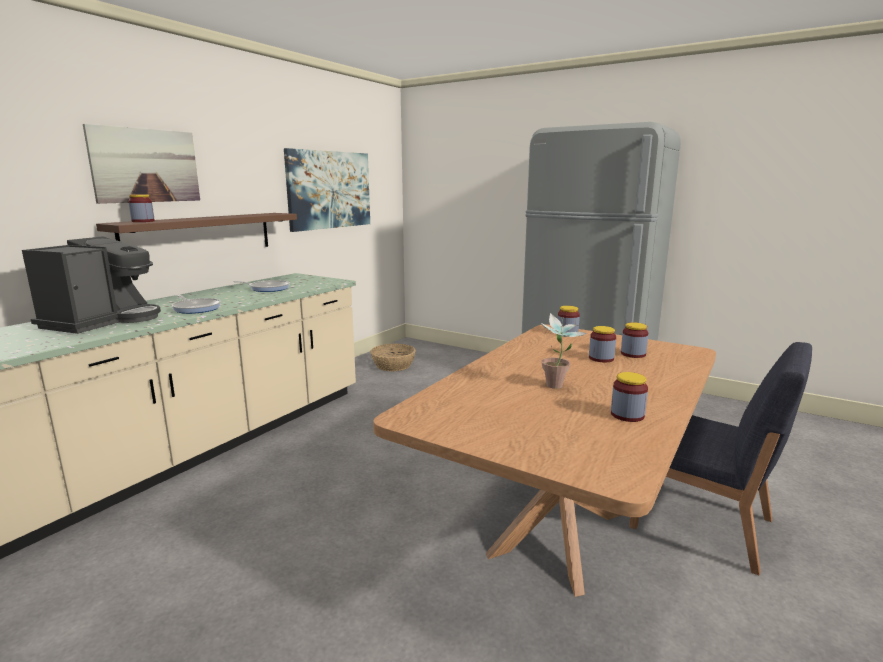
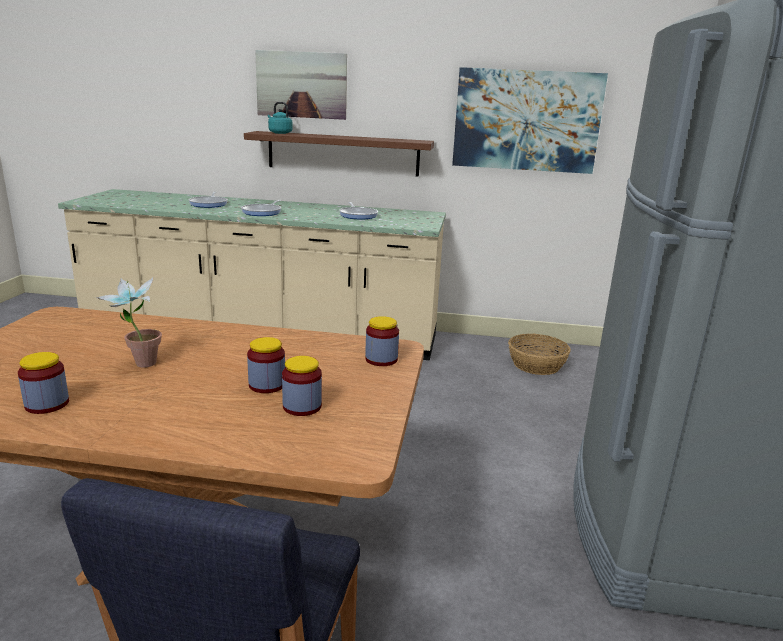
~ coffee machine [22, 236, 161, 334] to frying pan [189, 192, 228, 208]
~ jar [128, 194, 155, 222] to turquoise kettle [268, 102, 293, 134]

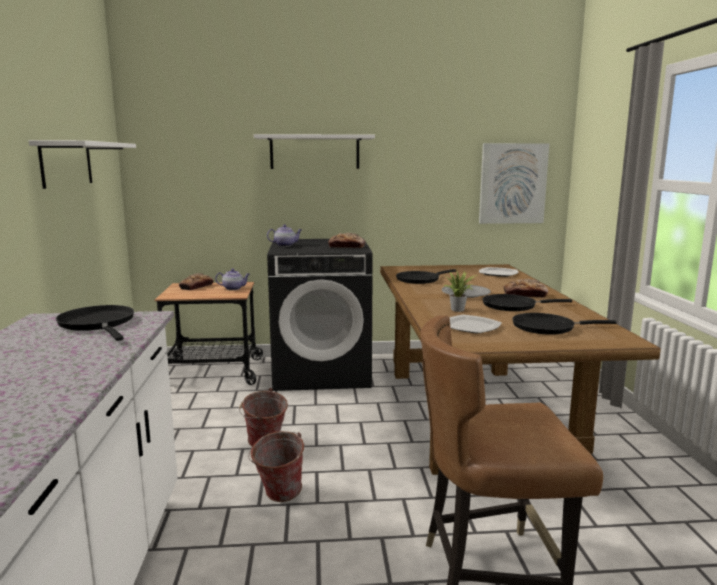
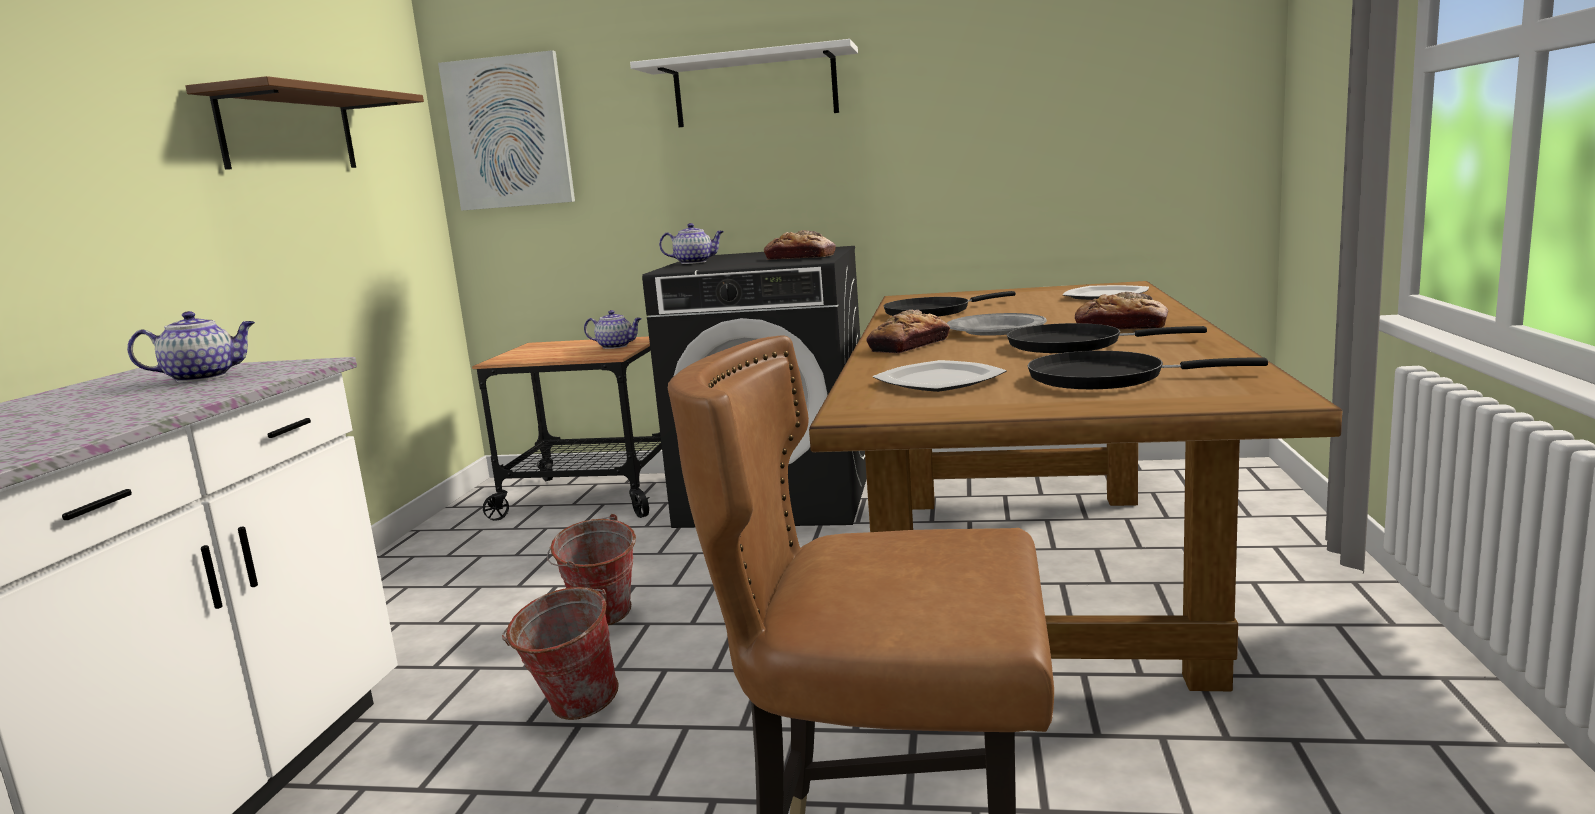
~ black frying pan [56, 305, 134, 341] to teapot [127, 311, 255, 382]
~ white shelf [29, 140, 136, 189] to brown shelf [185, 76, 424, 169]
~ picture [479, 143, 549, 224] to [438, 50, 575, 211]
~ bread [179, 273, 214, 290] to [866, 310, 950, 353]
- potted plant [442, 271, 477, 312]

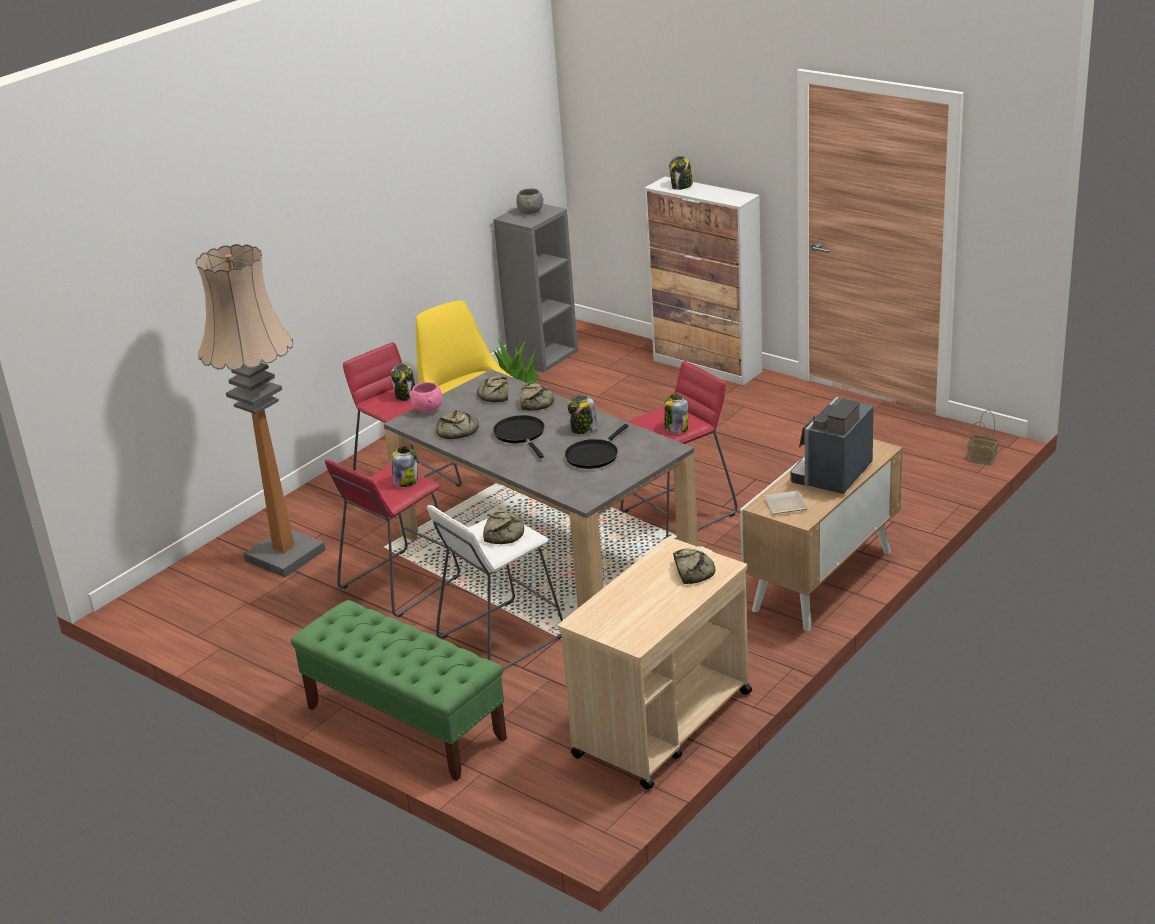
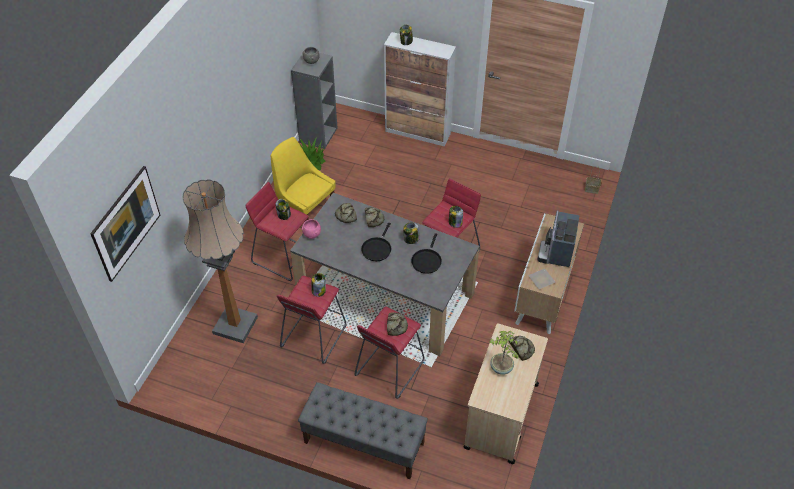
+ picture [90, 166, 160, 282]
~ green bench [291, 600, 507, 781] to grey bench [298, 382, 428, 479]
~ white stool [427, 505, 563, 669] to red stool [354, 306, 424, 399]
~ black frying pan [493, 415, 544, 458] = [361, 223, 391, 261] 120 degrees counterclockwise
+ potted plant [489, 331, 518, 375]
- bread [436, 410, 479, 439]

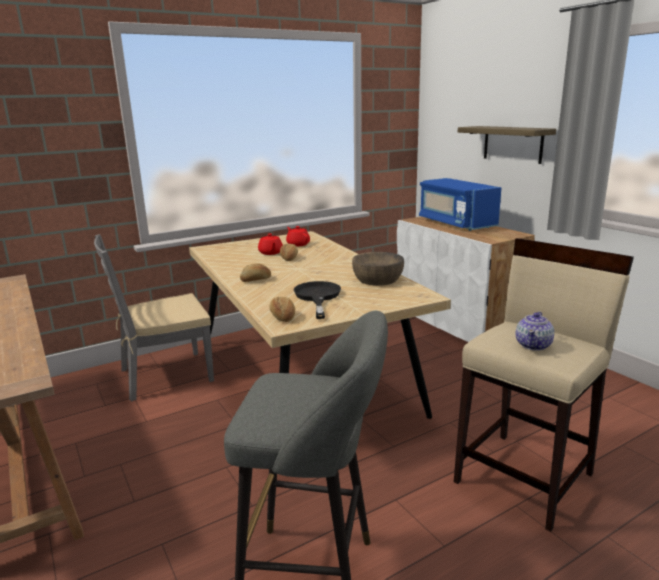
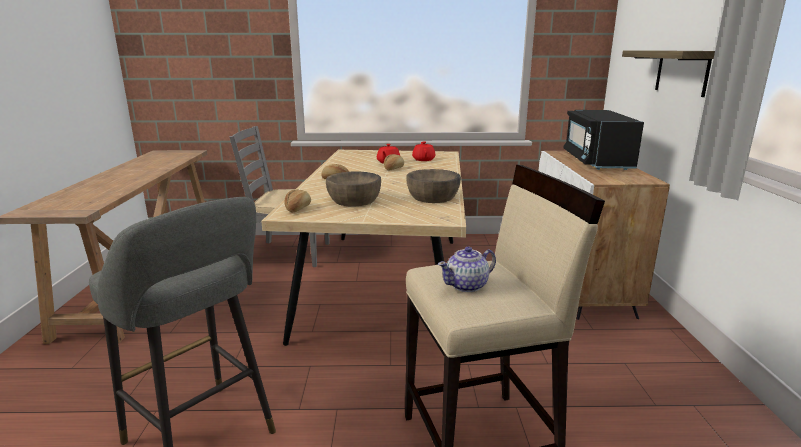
~ black frying pan [293, 281, 341, 319] to brown bowl [326, 172, 381, 206]
~ blue microwave [419, 178, 501, 231] to black microwave [563, 110, 644, 170]

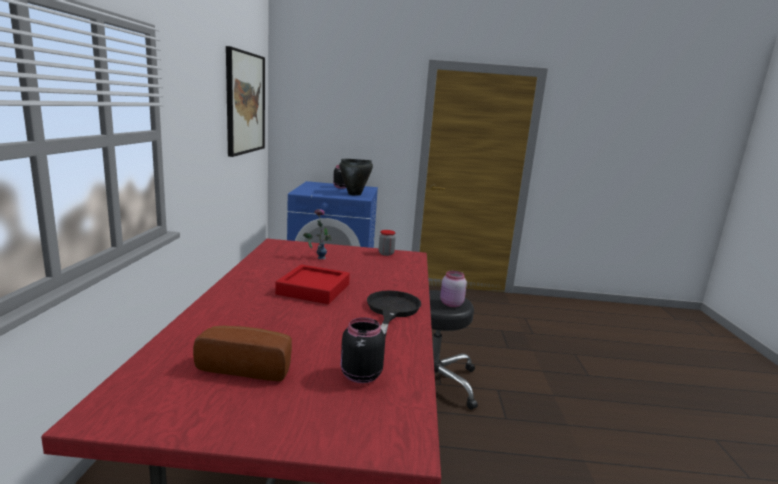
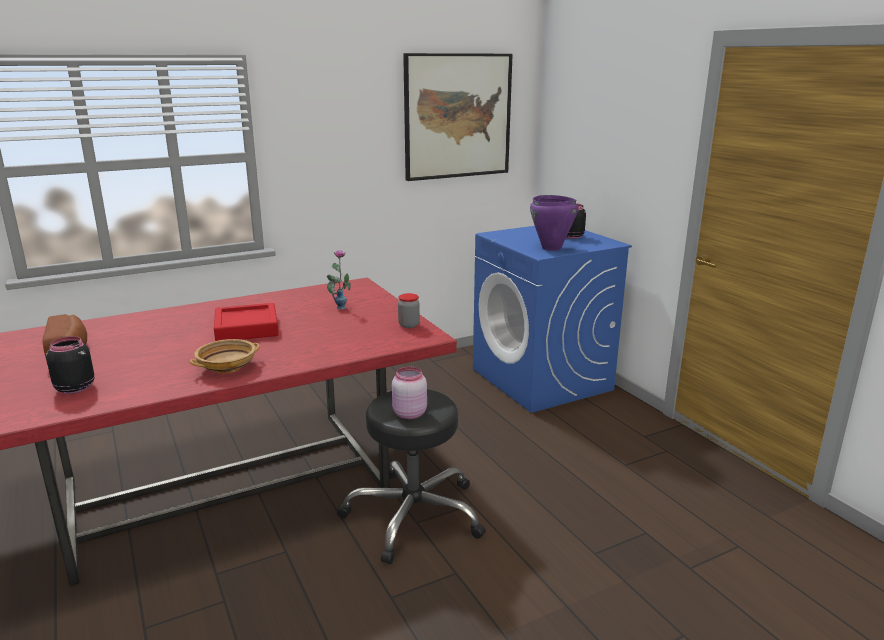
~ black frying pan [367, 290, 421, 338] to beige bowl [190, 339, 260, 373]
~ black cooking pot [339, 159, 373, 196] to purple cooking pot [530, 195, 578, 251]

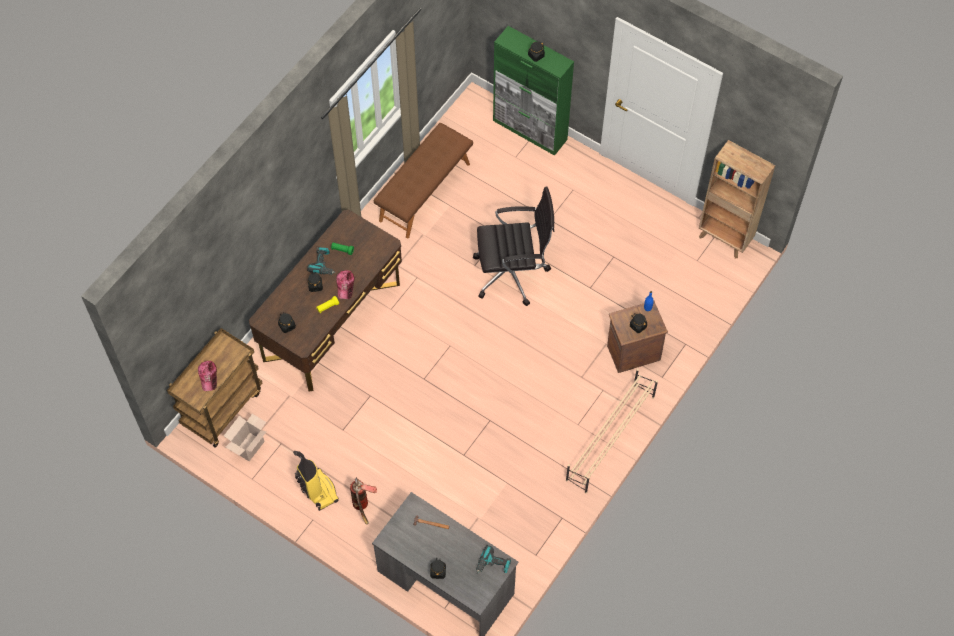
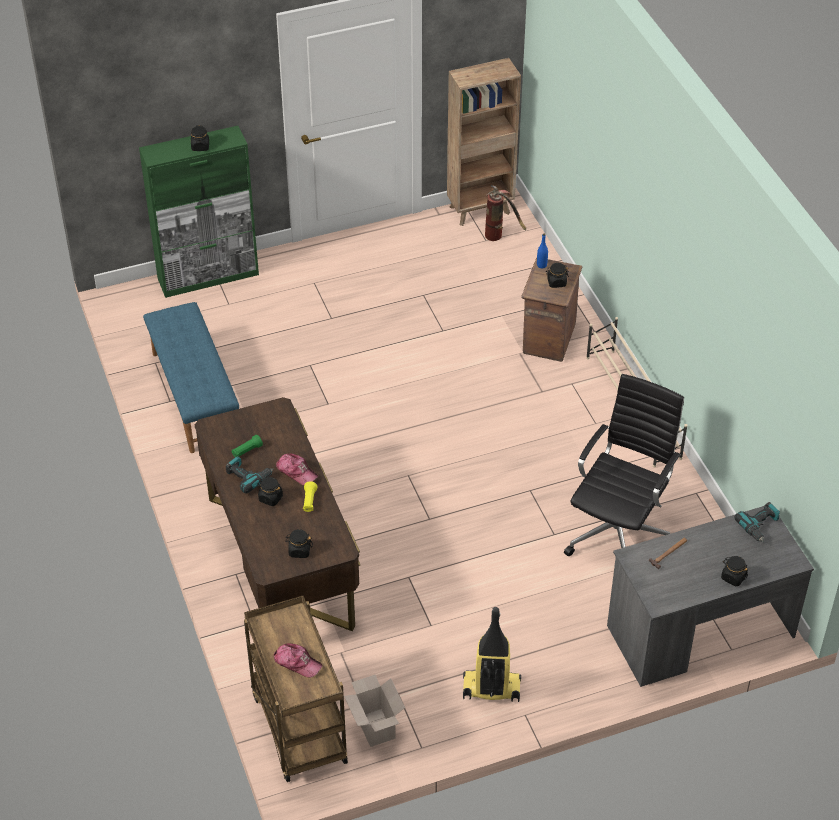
~ brown bench [374, 123, 473, 238] to blue bench [143, 302, 239, 453]
~ fire extinguisher [350, 477, 377, 525] to [485, 185, 526, 241]
~ black office chair [473, 186, 554, 306] to [564, 374, 684, 557]

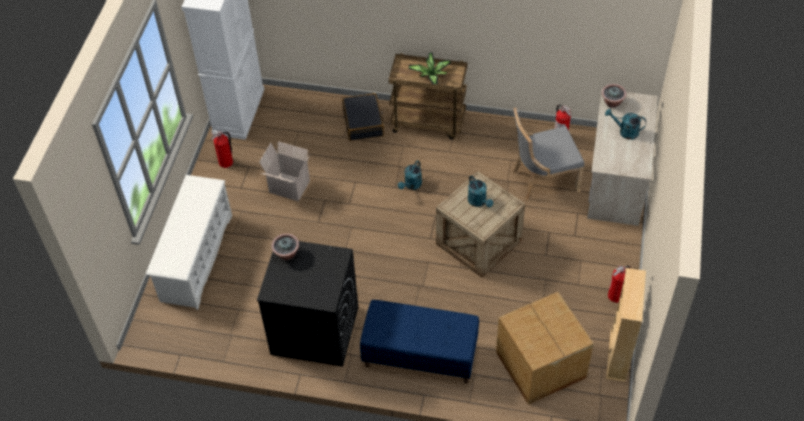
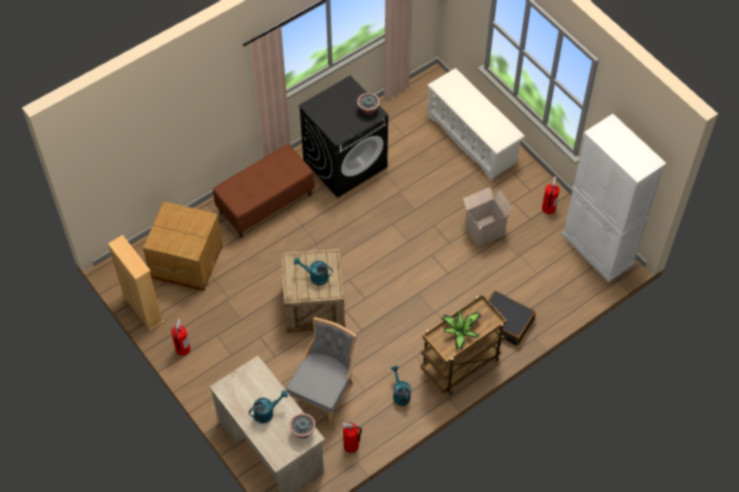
~ blue bench [360, 300, 479, 383] to brown bench [213, 144, 315, 238]
~ turquoise watering can [398, 160, 422, 190] to [391, 366, 411, 406]

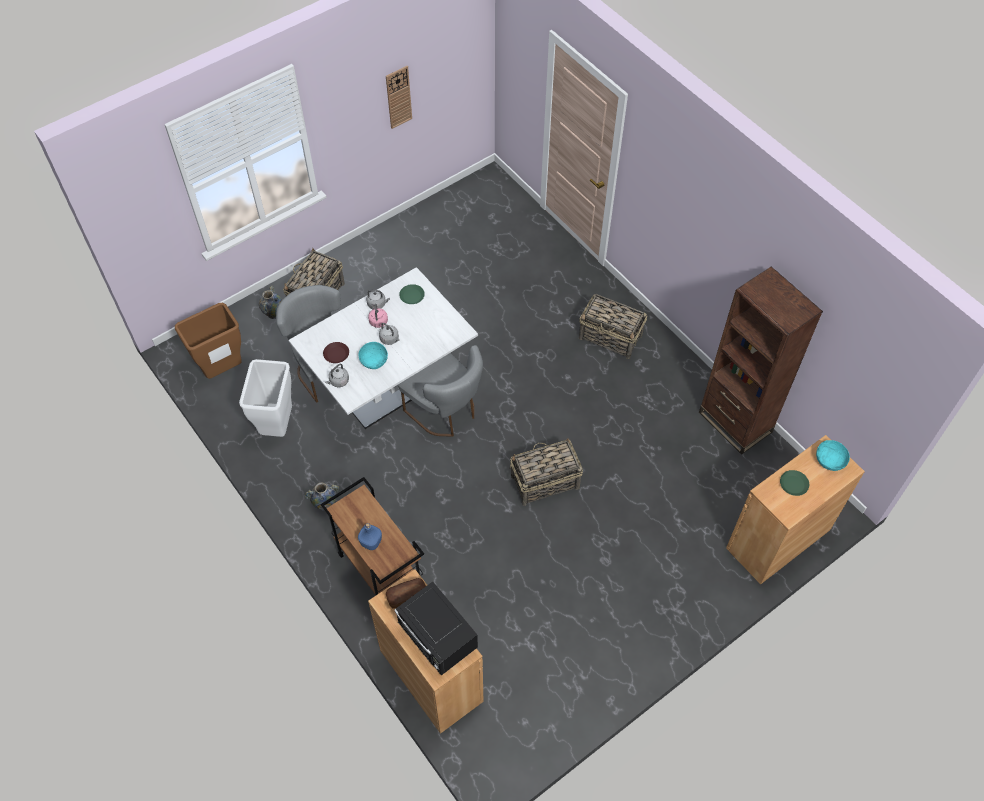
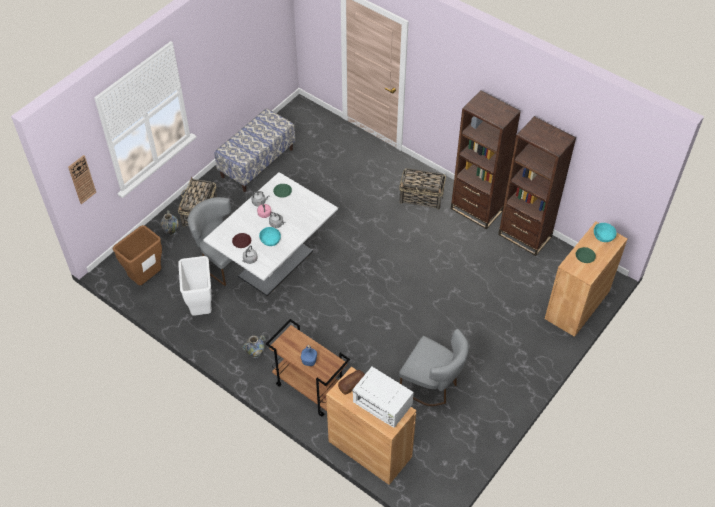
~ wall clock [386, 66, 412, 129] to [68, 155, 96, 204]
+ bench [214, 108, 295, 192]
~ black microwave [395, 582, 478, 675] to white microwave [352, 367, 414, 428]
~ grey chair [398, 345, 483, 436] to [399, 329, 469, 406]
+ brown bookcase [451, 90, 521, 229]
- basket [510, 438, 583, 506]

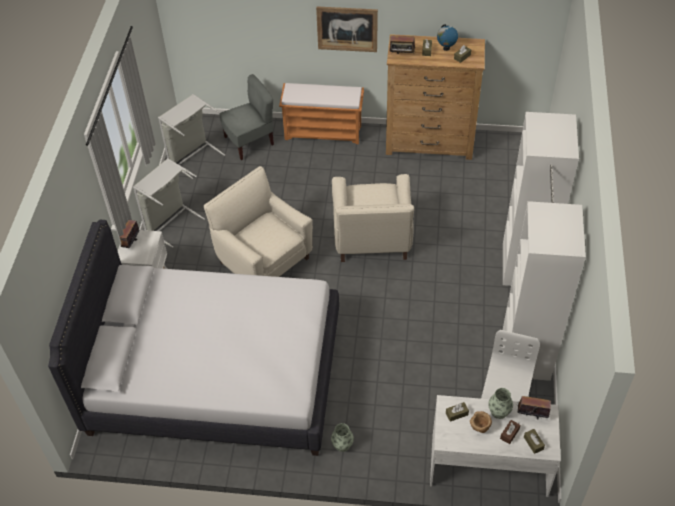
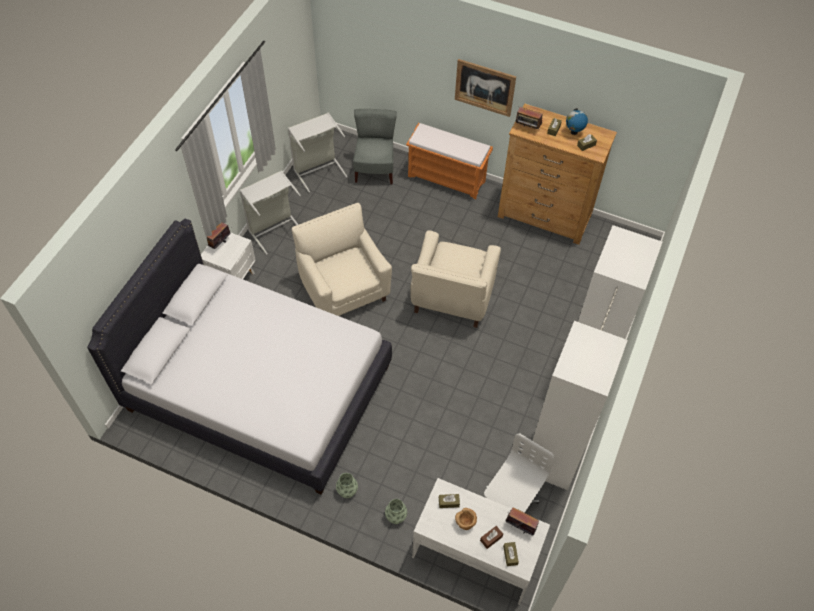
~ grey chair [220, 74, 274, 160] = [353, 109, 397, 184] 75 degrees counterclockwise
~ vase [488, 388, 513, 419] to [385, 499, 407, 524]

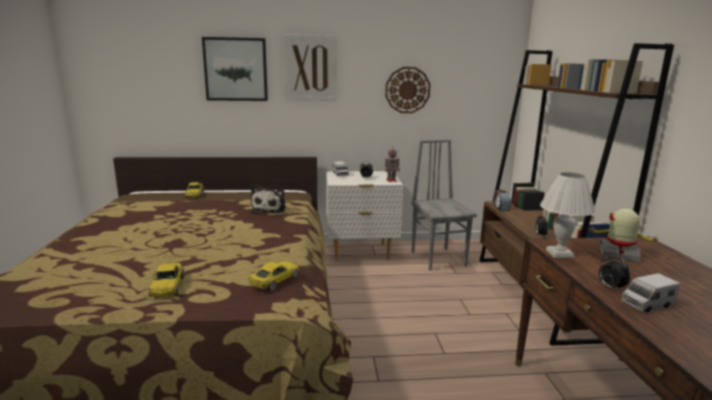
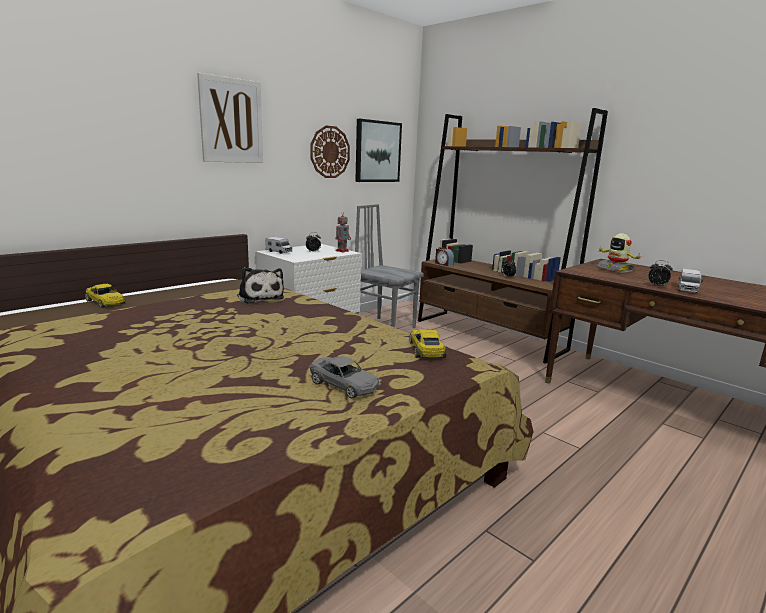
~ yellow toy car [149, 262, 185, 297] to grey toy car [310, 356, 379, 399]
~ picture [202, 37, 268, 101] to [355, 119, 402, 182]
~ toy robot [587, 209, 661, 262] = [597, 233, 643, 273] 105 degrees counterclockwise
- white table lamp [540, 172, 596, 258]

